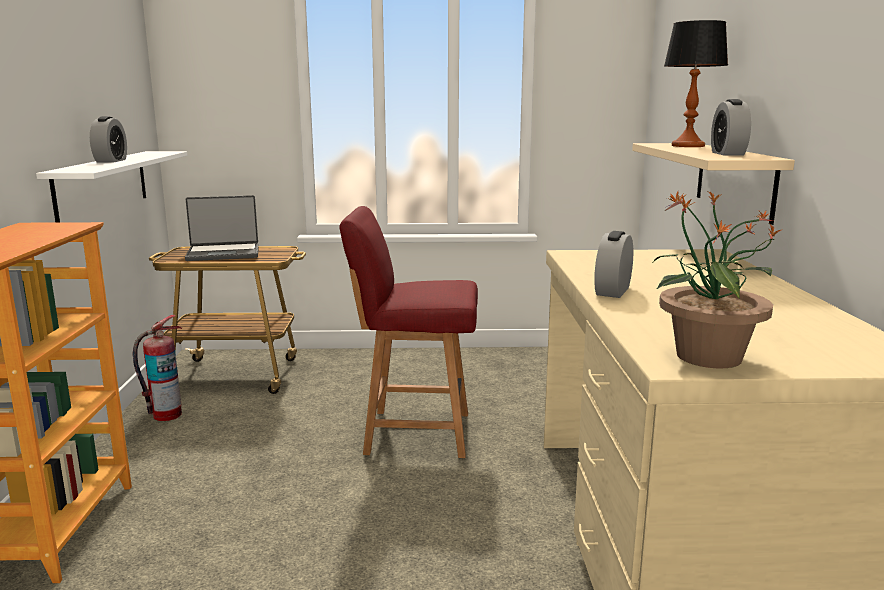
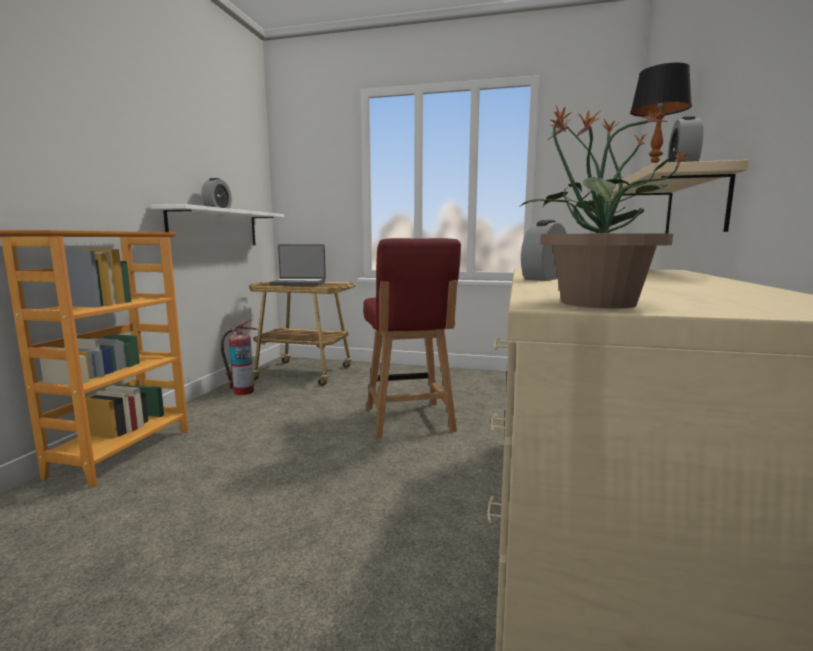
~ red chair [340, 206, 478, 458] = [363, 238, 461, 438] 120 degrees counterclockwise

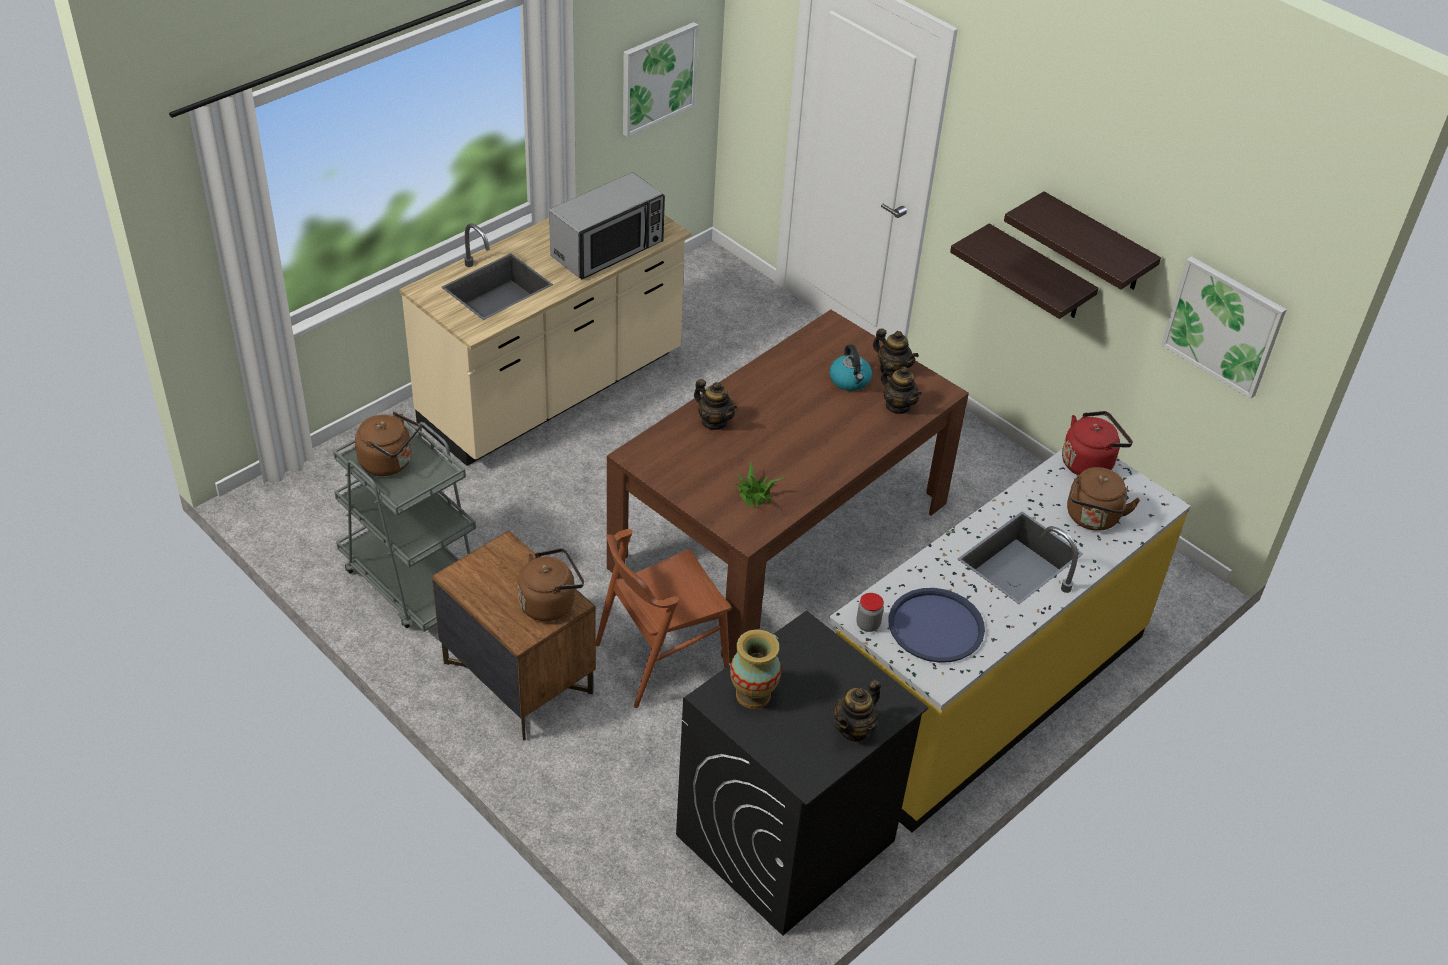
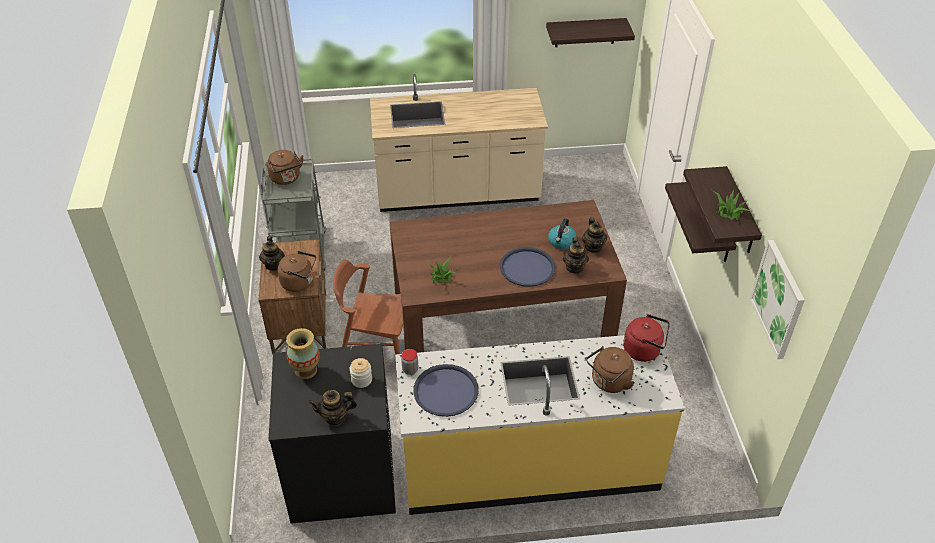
~ teapot [694, 379, 738, 430] to [259, 236, 285, 271]
+ jar [350, 358, 372, 388]
+ blue tray [500, 247, 556, 287]
~ picture [623, 22, 698, 137] to shelf [546, 18, 635, 47]
+ potted plant [712, 189, 751, 220]
- microwave [549, 173, 665, 279]

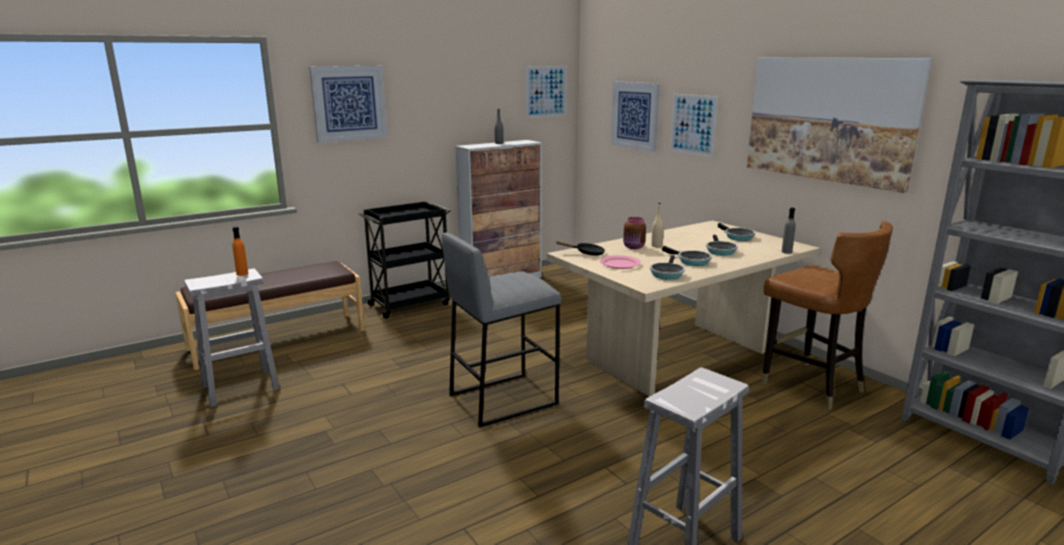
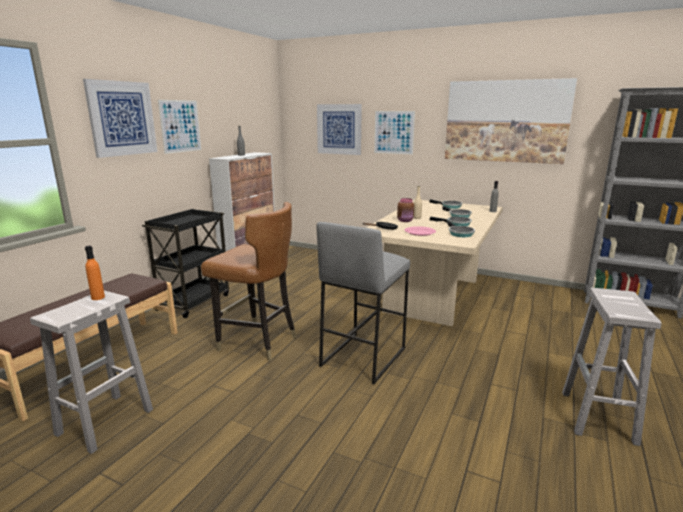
~ picture [526, 66, 567, 118] to [158, 100, 201, 154]
~ brown chair [762, 221, 893, 410] to [201, 202, 296, 361]

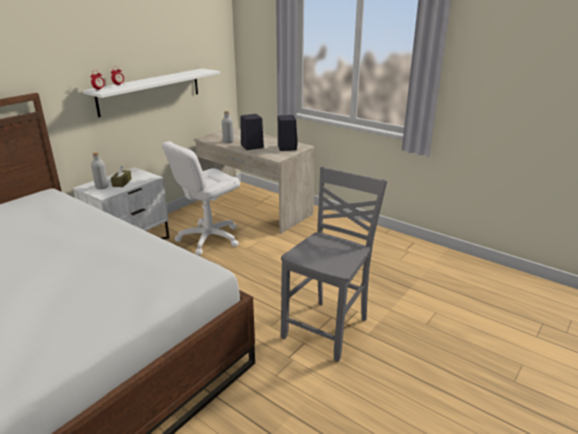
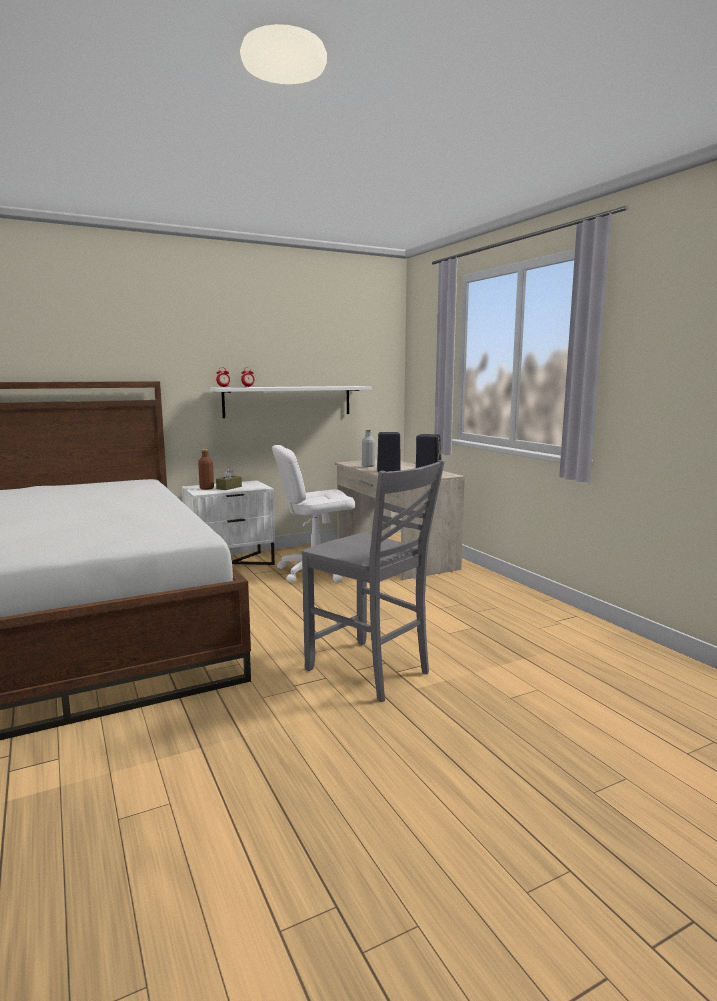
~ grey bottle [91, 152, 109, 189] to brown bottle [198, 449, 214, 490]
~ grey chair [281, 166, 387, 362] = [301, 460, 445, 702] 75 degrees clockwise

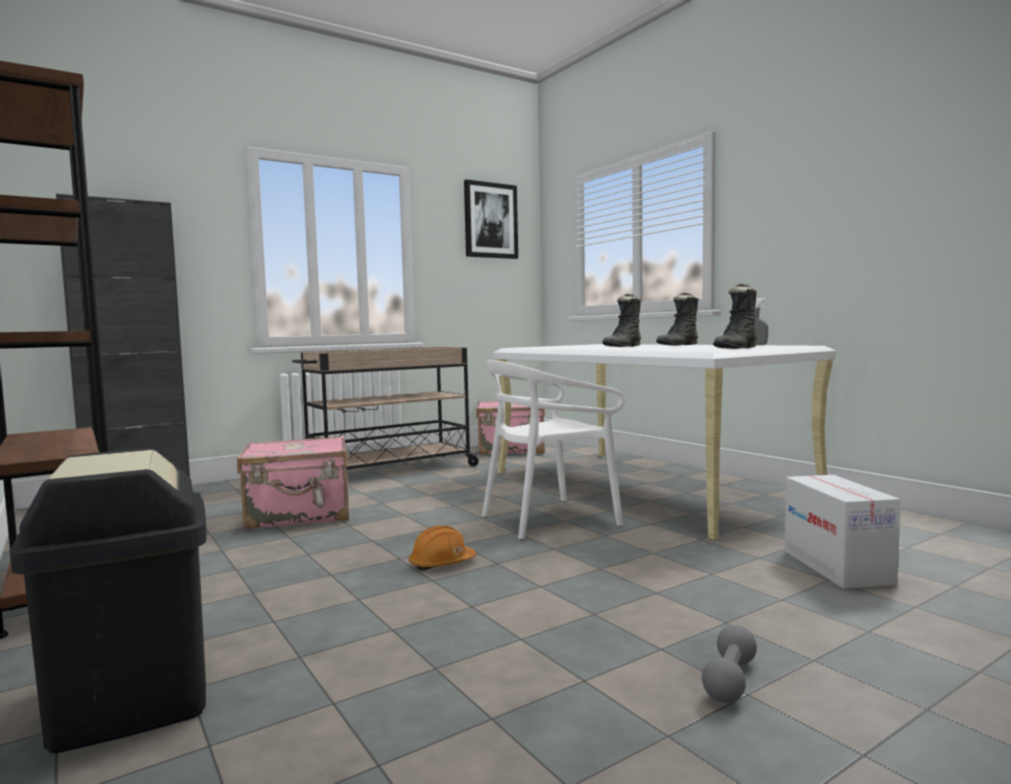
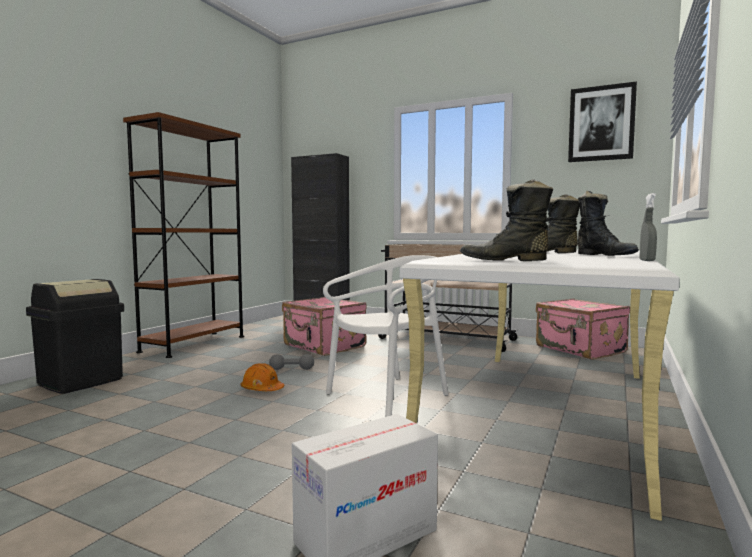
~ grey dumbbell [702, 625, 757, 703] to [269, 354, 314, 370]
~ white chair [482, 360, 625, 540] = [323, 255, 449, 417] 105 degrees clockwise
~ black boot [656, 292, 698, 346] = [577, 190, 639, 256] 135 degrees counterclockwise

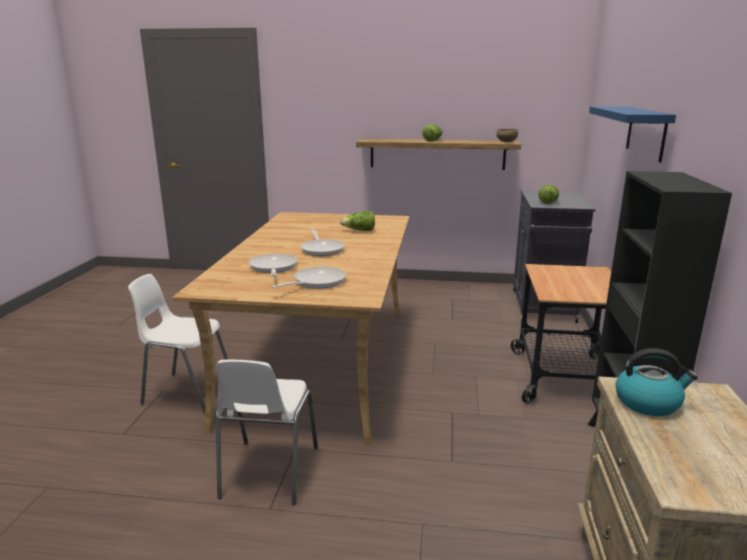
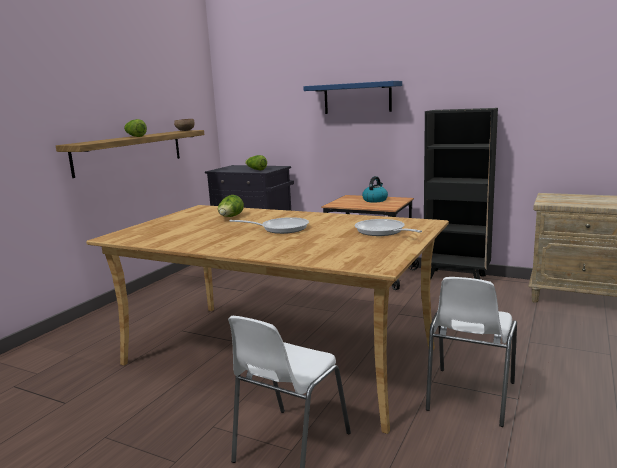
~ kettle [616, 348, 698, 416] to [362, 176, 388, 202]
~ white chair [215, 360, 318, 505] = [426, 277, 517, 427] 90 degrees clockwise
- frying pan [248, 254, 298, 276]

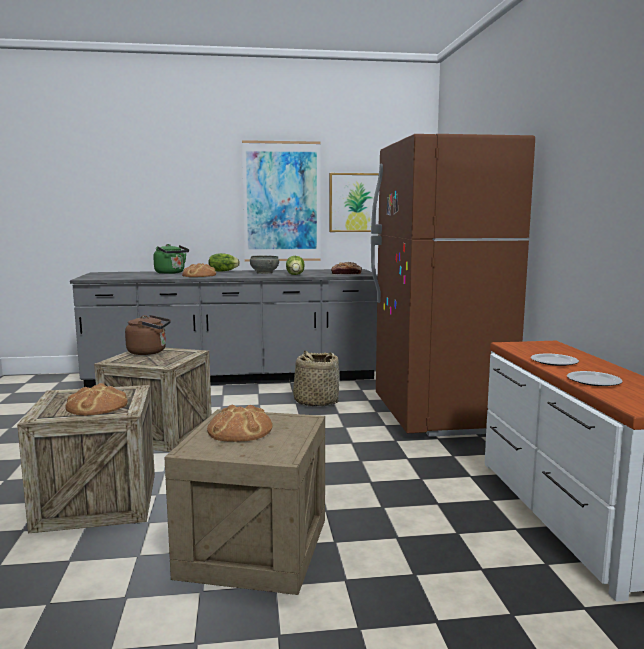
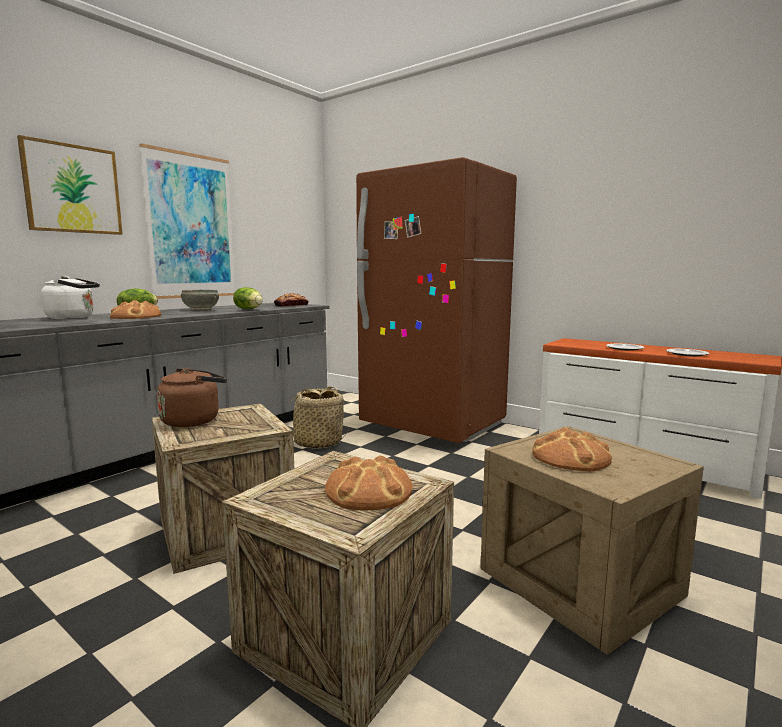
~ picture [329, 173, 379, 232] to [17, 135, 123, 235]
~ green kettle [153, 244, 189, 274] to white kettle [41, 276, 100, 319]

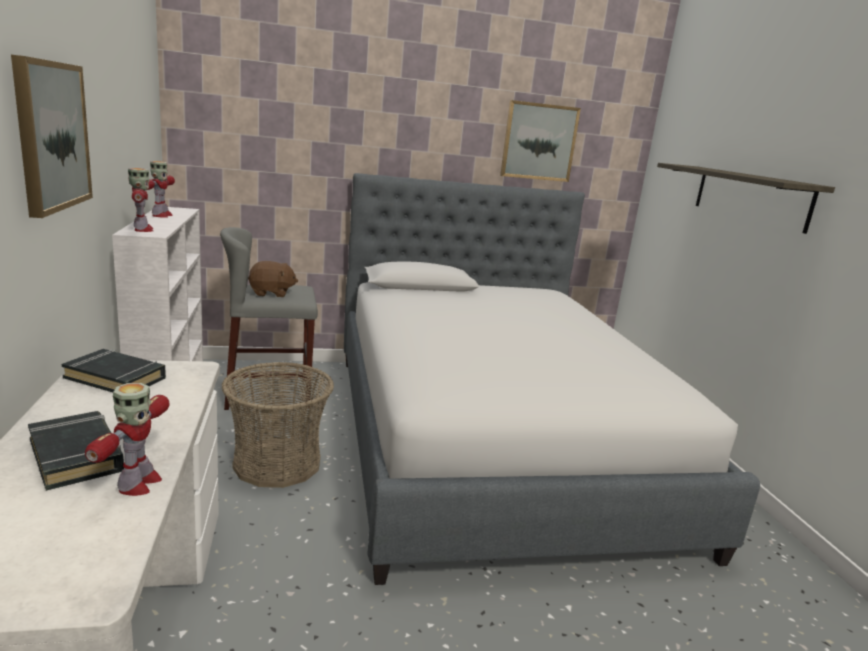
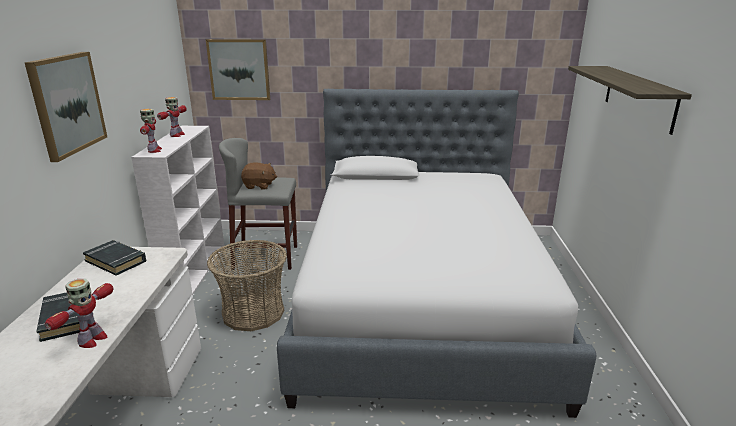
~ picture [500, 100, 581, 182] to [206, 39, 270, 100]

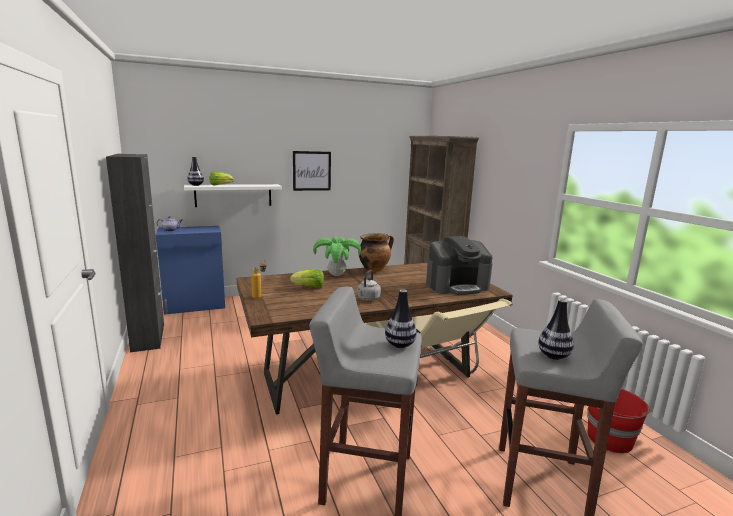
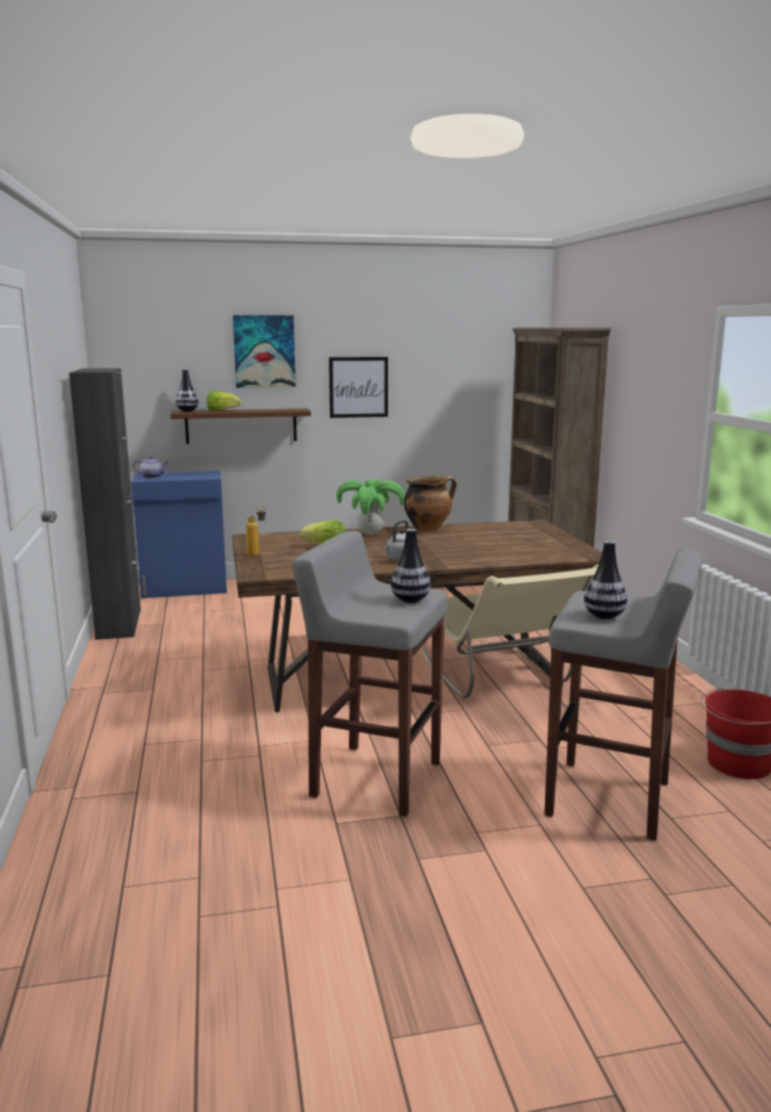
~ white shelf [184, 184, 282, 207] to brown shelf [170, 409, 311, 444]
+ picture [233, 315, 296, 388]
- coffee machine [426, 236, 493, 295]

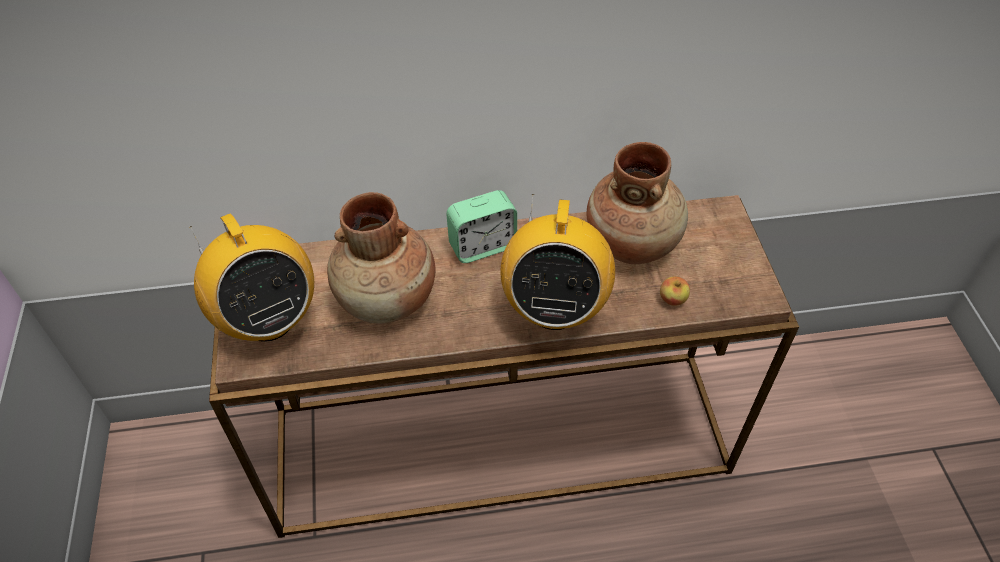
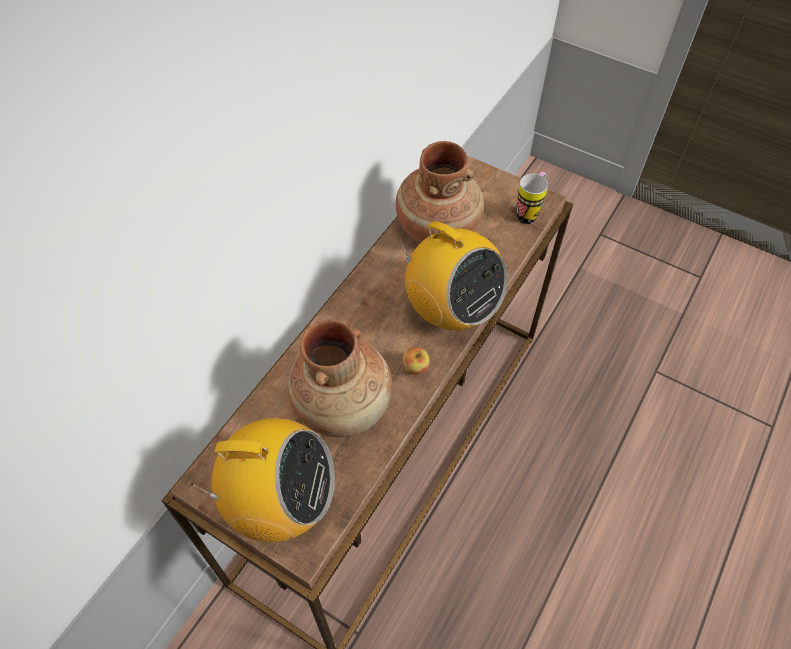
~ apple [660, 276, 690, 306] to [403, 347, 430, 375]
+ mug [517, 172, 548, 224]
- alarm clock [446, 190, 517, 263]

